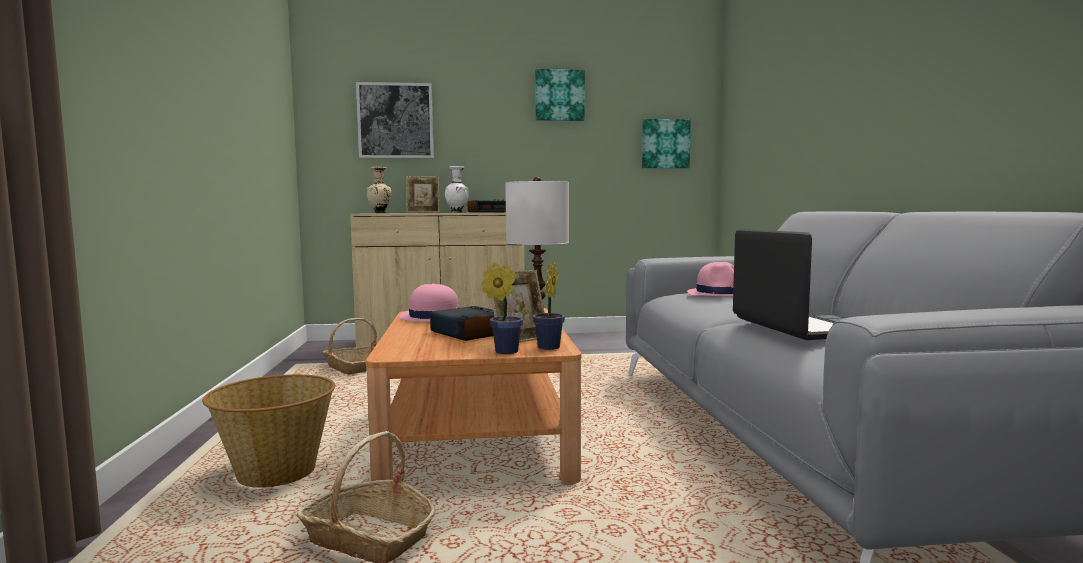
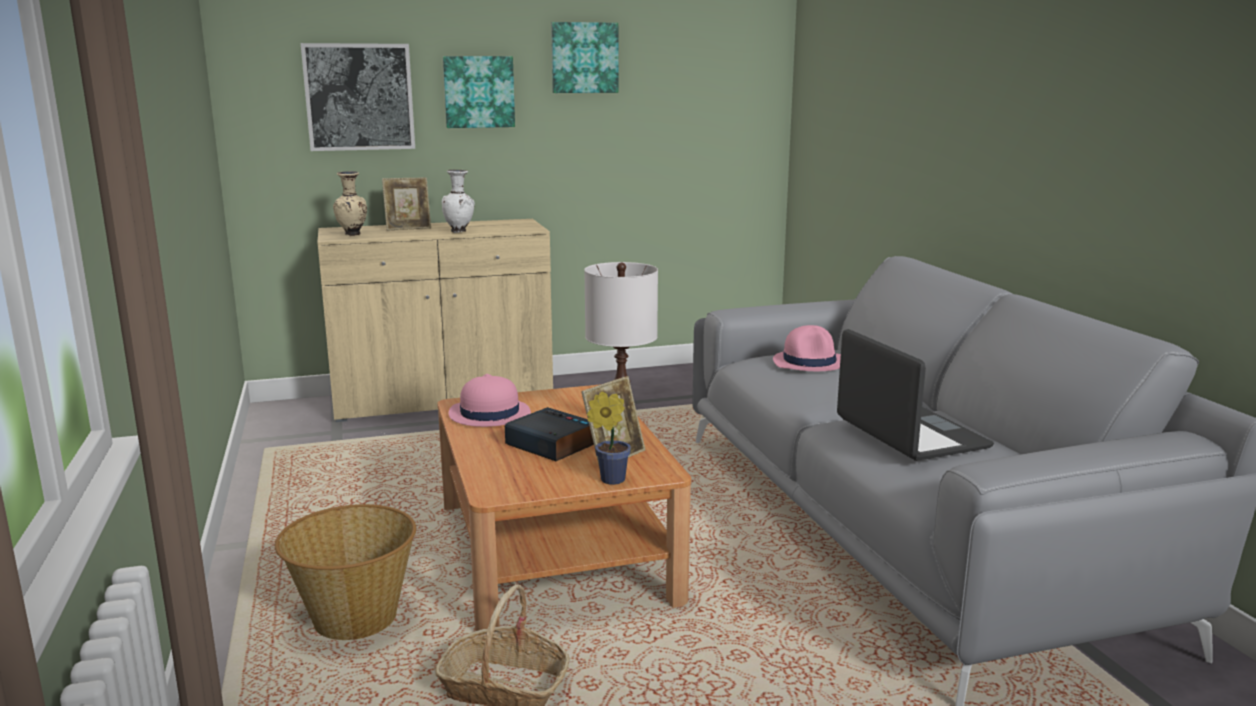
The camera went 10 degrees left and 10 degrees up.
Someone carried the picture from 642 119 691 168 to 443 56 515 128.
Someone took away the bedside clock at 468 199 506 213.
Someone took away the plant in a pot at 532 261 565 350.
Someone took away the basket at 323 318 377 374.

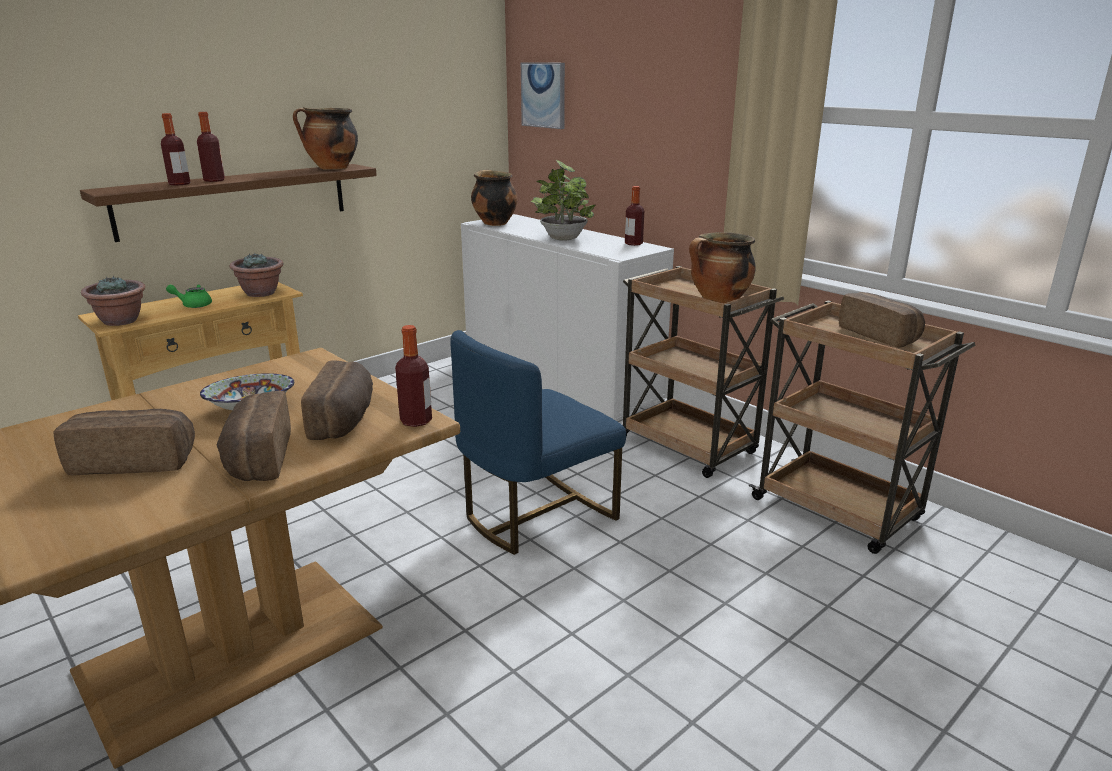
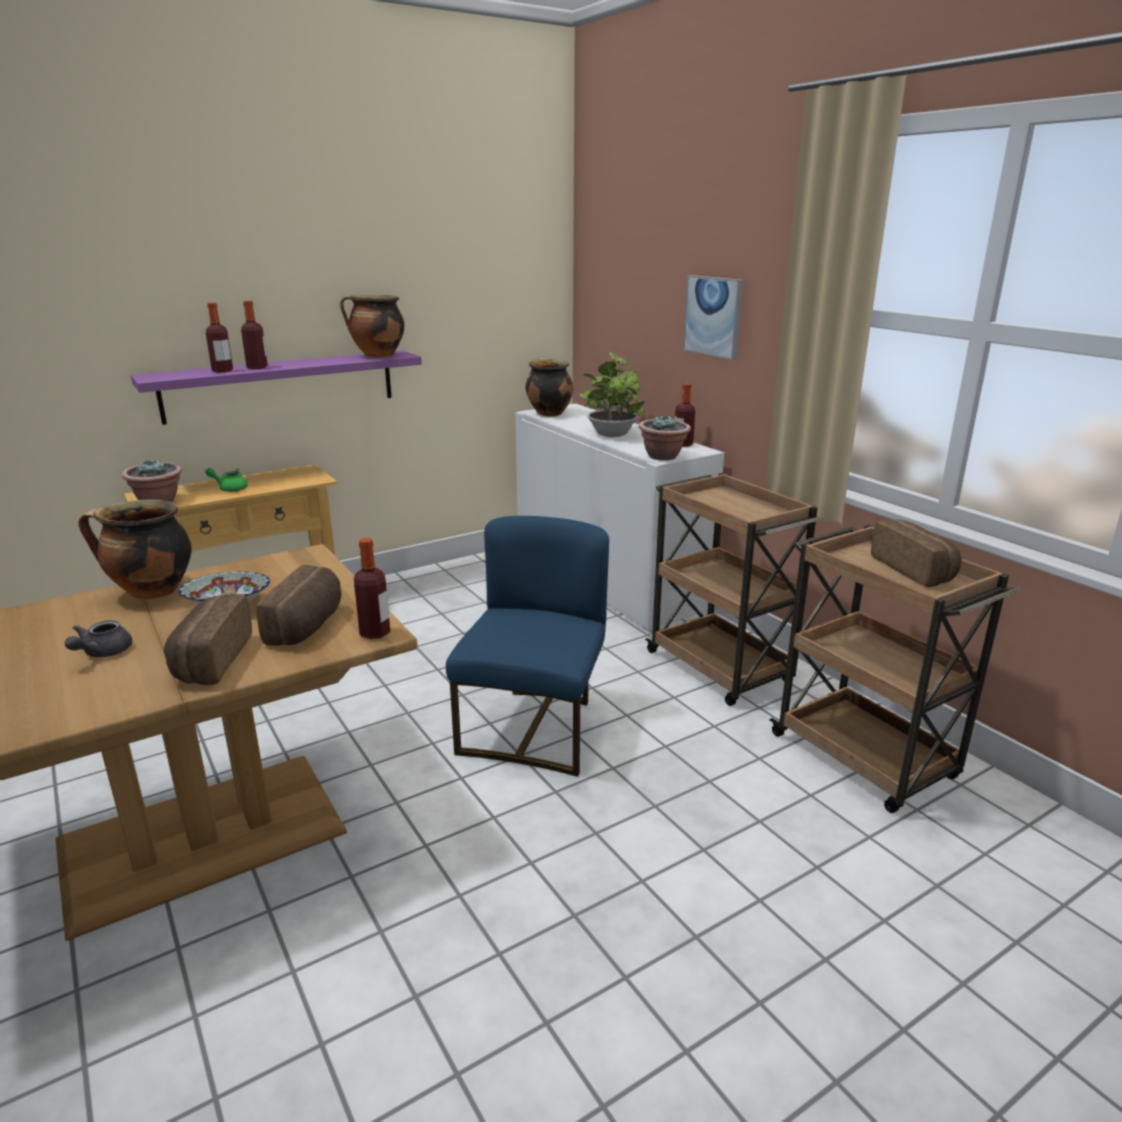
The camera went 10 degrees right and 0 degrees up.
Someone carried the picture from 521 62 565 129 to 683 275 743 360.
Someone repainted the brownish wall shelf at 80 164 377 242, which became the purple-coloured wall shelf at 131 351 422 425.
Someone carried the cooking pot from 689 232 756 303 to 79 499 192 599.
Someone carried the plant in a pot from 230 253 284 297 to 639 415 691 460.
Someone rotated the blue plain chair at 450 330 626 555 by 135 degrees clockwise.
Someone swapped the bakery bread at 53 409 195 476 for the grey tea pot at 65 620 132 657.

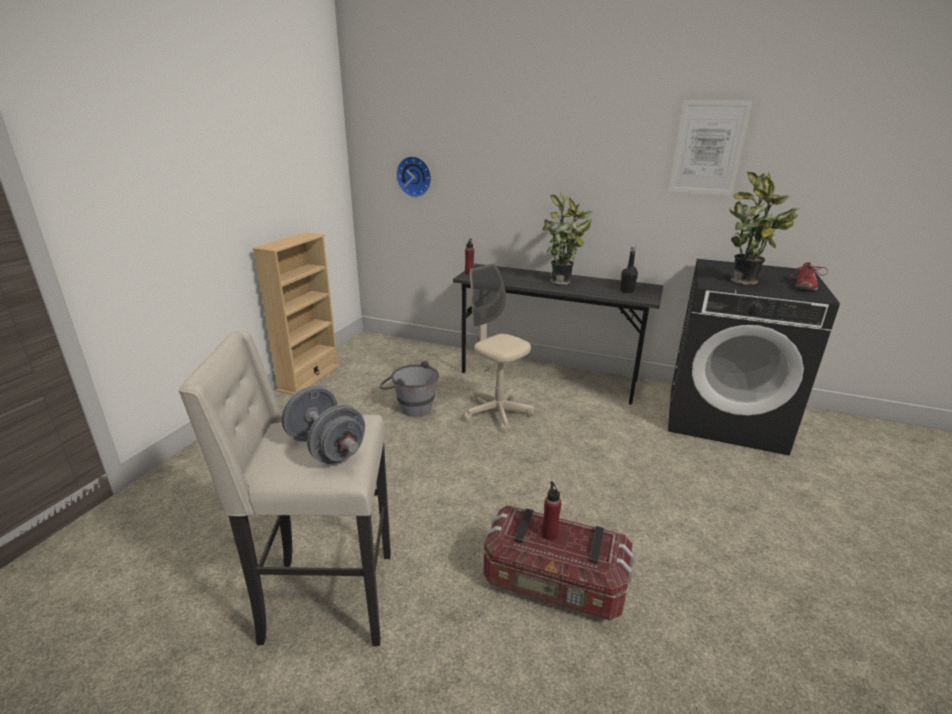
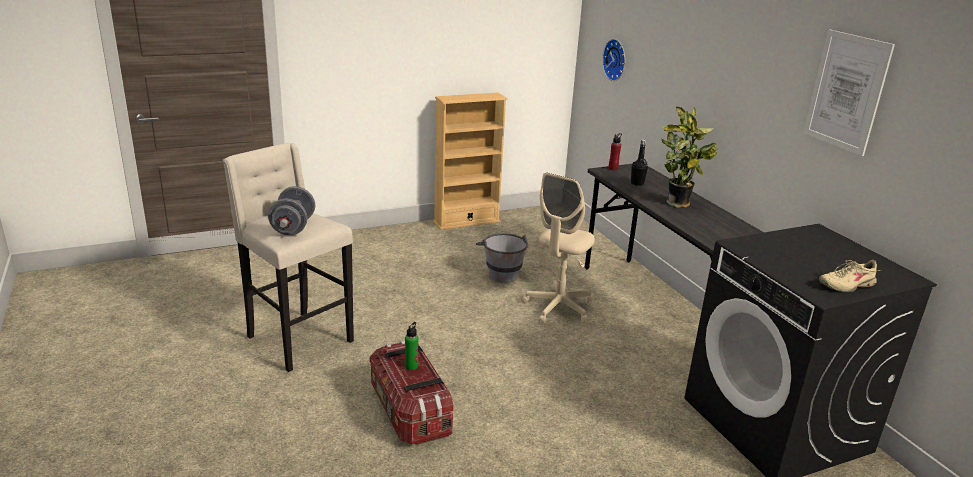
The camera went 45 degrees right and 0 degrees up.
Someone took away the plant in a pot at 729 172 799 285.
Someone carried the blackish bottle from 621 246 638 293 to 631 139 648 186.
Someone repainted the reddish low shoe at 789 262 828 290, which became the beige low shoe at 819 260 880 292.
Someone rotated the beige computer chair at 464 264 534 433 by 150 degrees counterclockwise.
Someone repainted the reddish bottle at 542 482 561 540, which became the greenish bottle at 405 322 418 370.

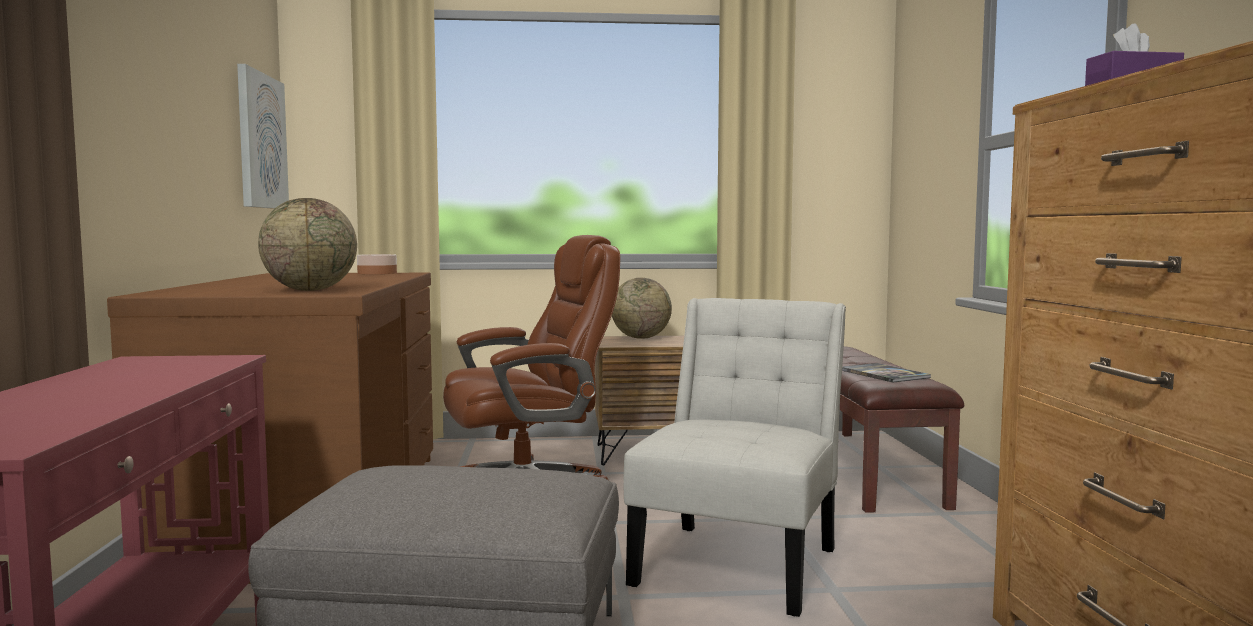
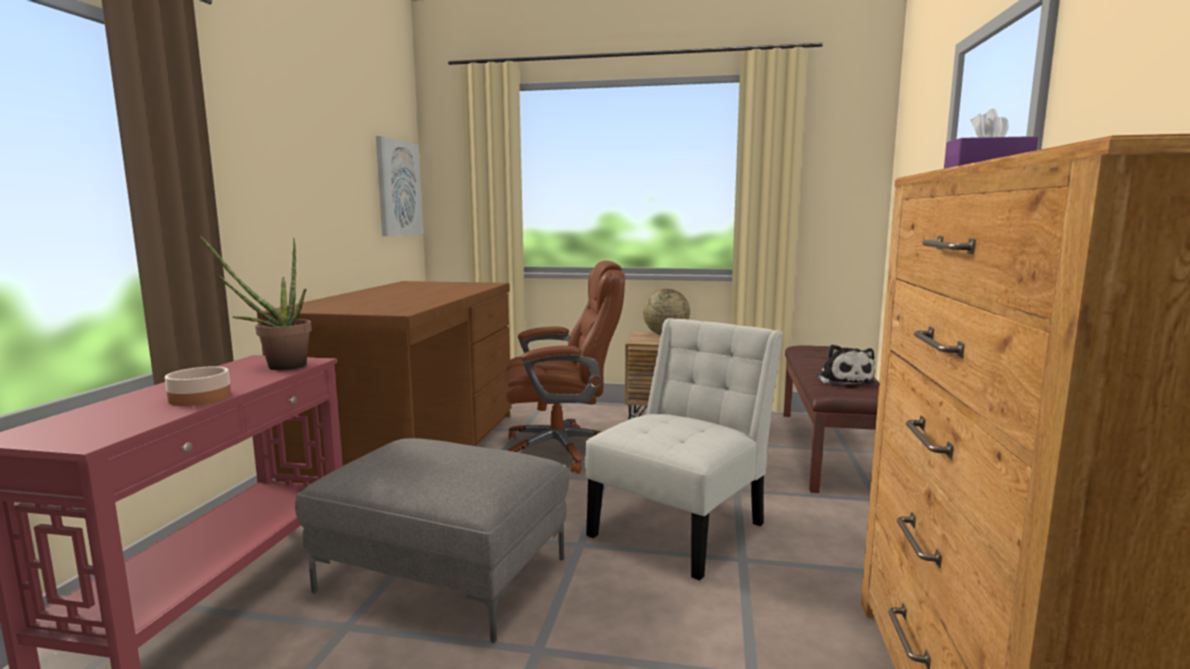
The camera went 15 degrees right and 5 degrees up.
Someone took away the world globe at 258 198 357 291.
Someone carried the bowl from 357 254 397 274 to 164 366 231 406.
Someone swapped the volume at 842 363 931 383 for the cuddly toy at 817 344 875 386.
Someone put down the plant in a pot at 200 236 312 370.

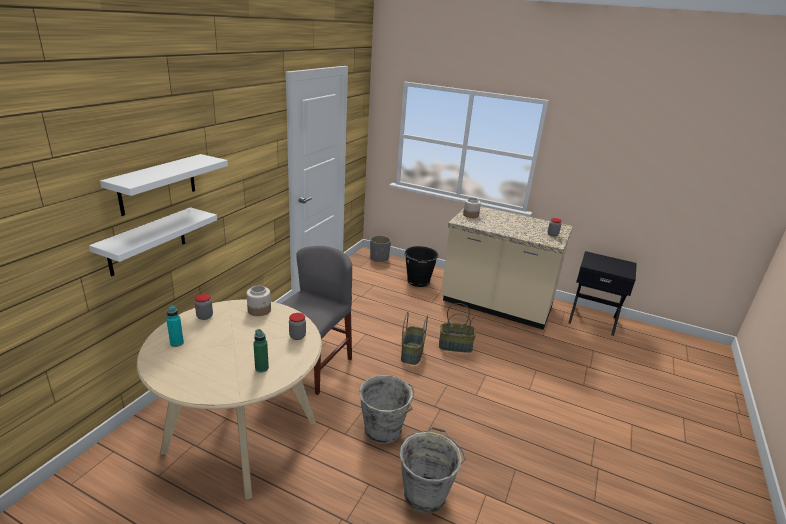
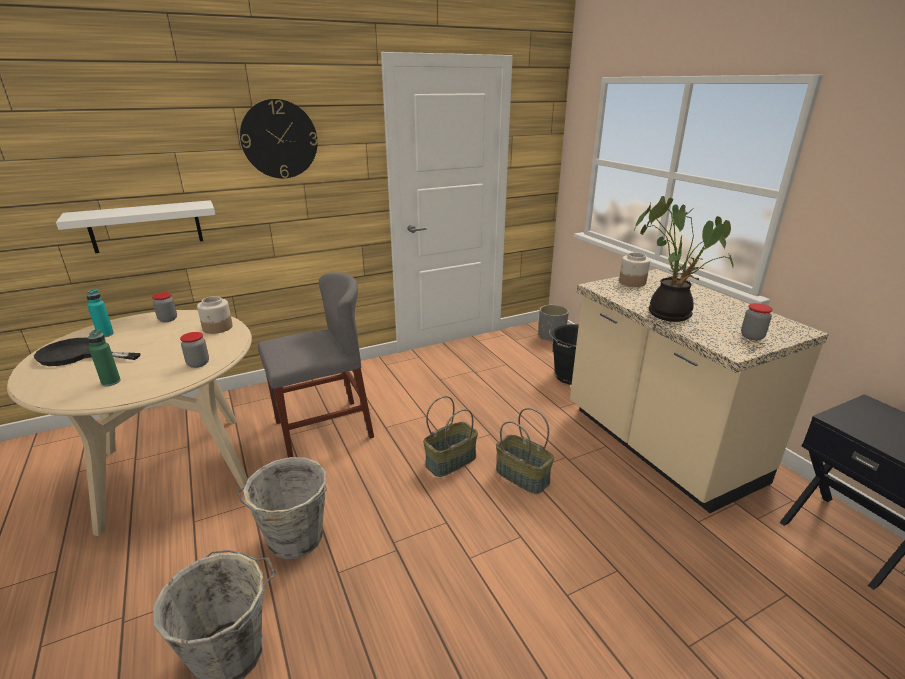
The camera went 40 degrees right and 0 degrees up.
Someone took away the white-coloured wall shelf at 100 154 228 216.
Someone put up the clock on the wall at 240 99 318 178.
Someone put down the plant in a pot at 634 196 733 322.
Someone put down the blackish skillet at 34 338 141 366.

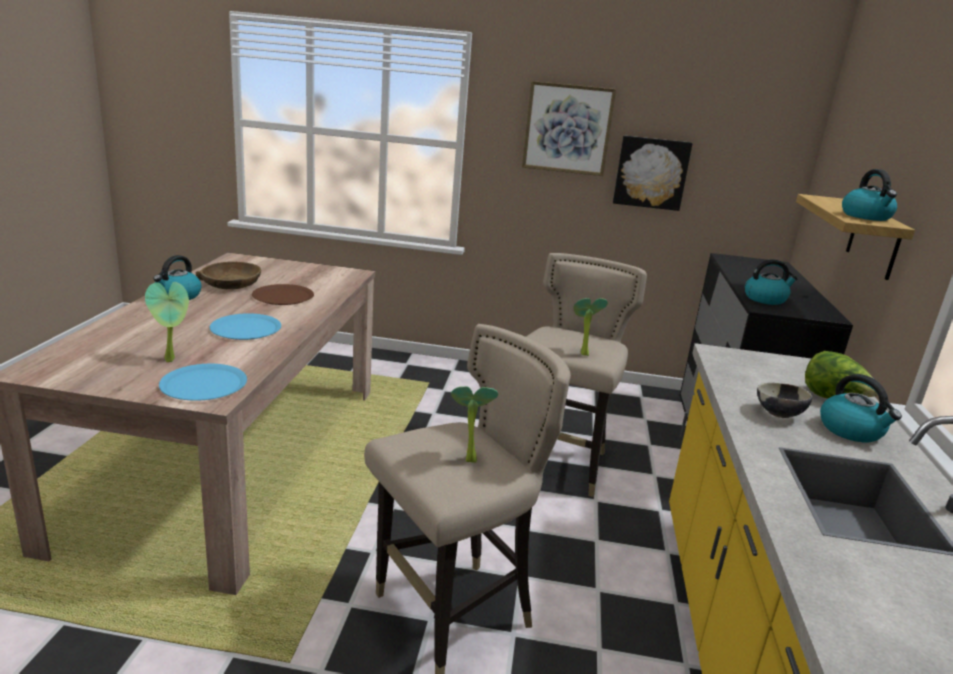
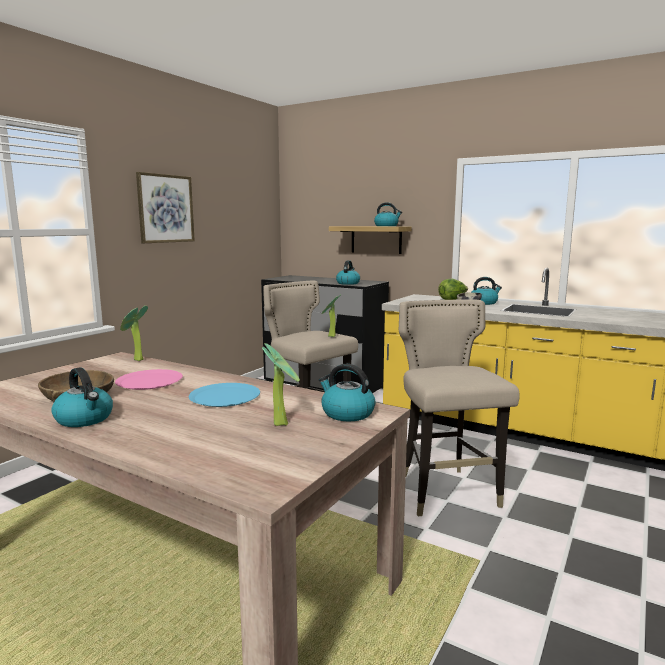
The camera went 65 degrees left and 10 degrees down.
Someone took away the picture at 613 136 693 211.
Someone repainted the brownish plate at 252 284 314 305, which became the pink-coloured plate at 115 369 183 390.
Someone swapped the blue plate at 159 364 247 401 for the kettle at 319 364 375 421.
Someone carried the plant in a pot from 451 386 498 463 to 120 306 148 361.

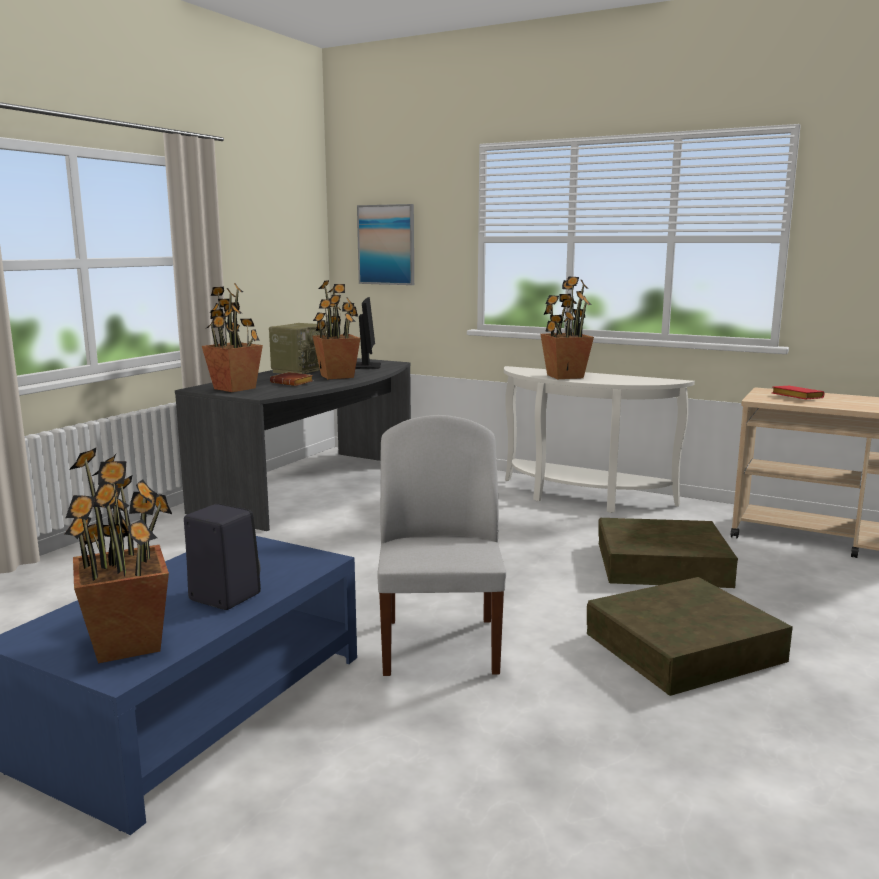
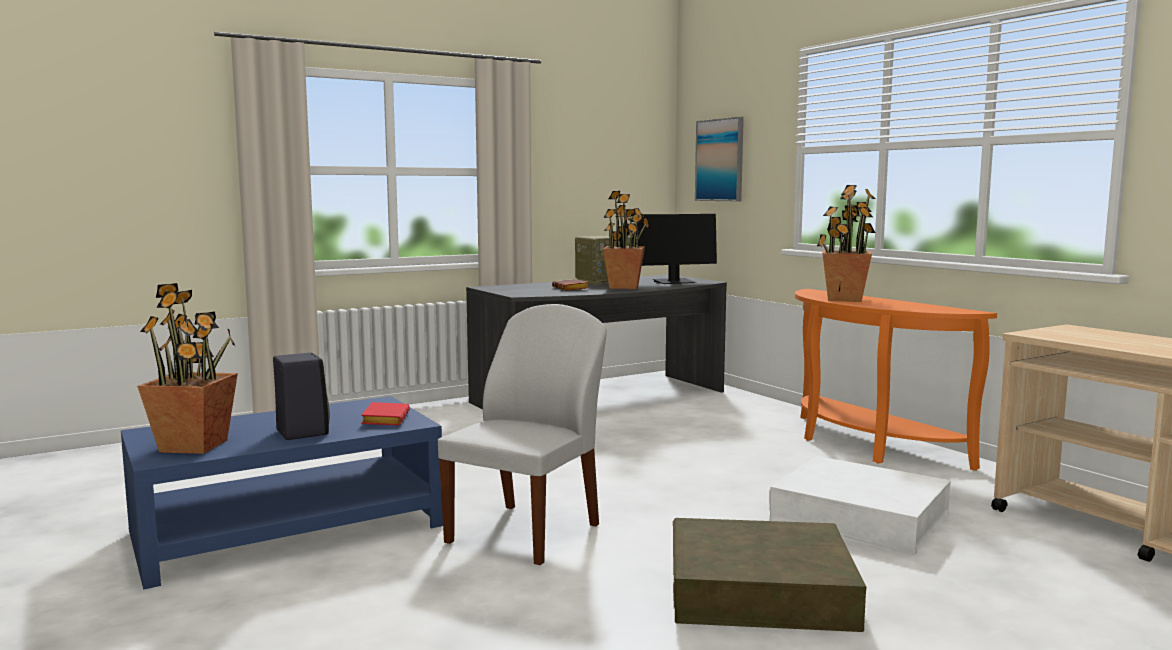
The camera went 30 degrees right and 5 degrees down.
Someone took away the plant in a pot at 202 283 263 392.
Someone rotated the computer display at 355 297 381 369 by 45 degrees clockwise.
Someone repainted the white-coloured console table at 504 366 695 513, which became the orange console table at 795 289 997 471.
Someone carried the reddish volume from 772 386 824 399 to 361 402 410 425.
Someone repainted the brownish storage container at 598 518 738 588, which became the white-coloured storage container at 769 456 951 555.

